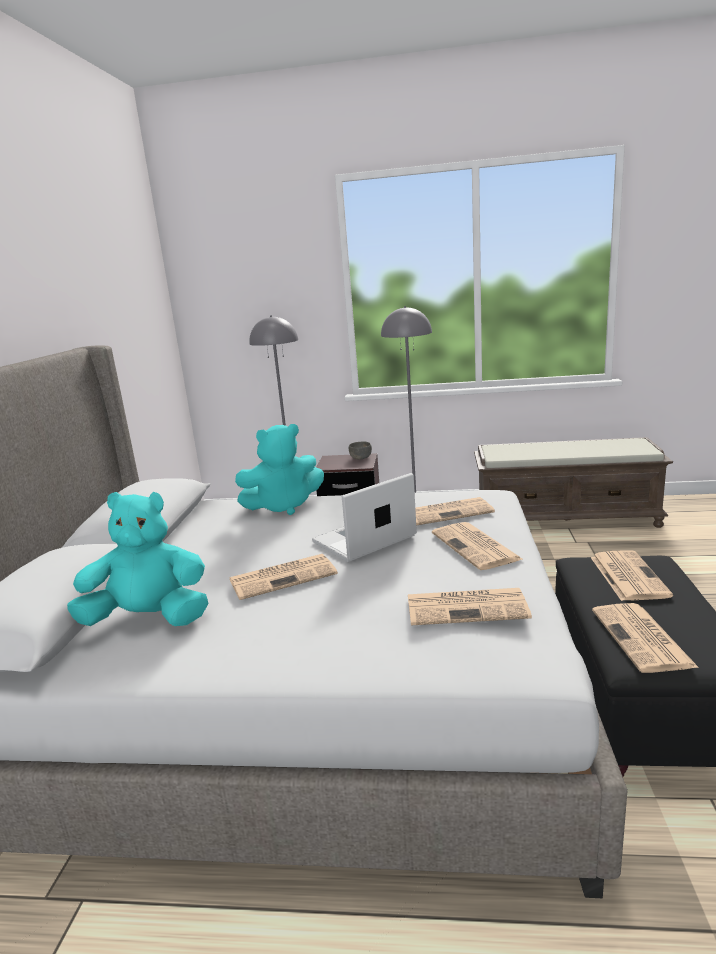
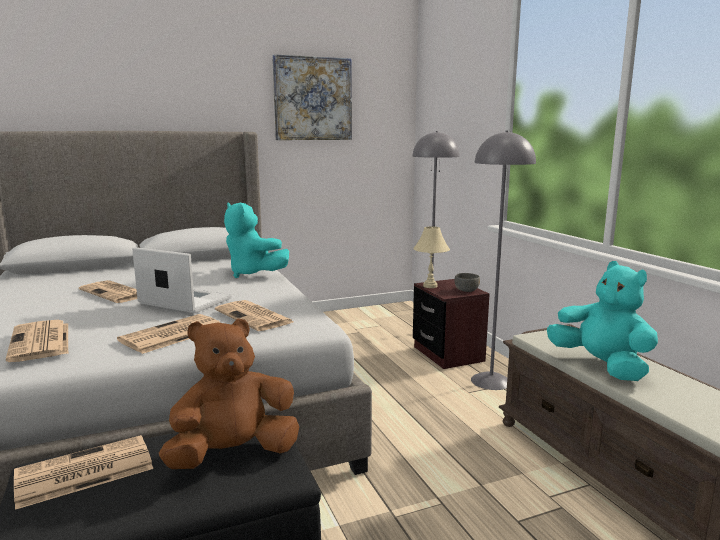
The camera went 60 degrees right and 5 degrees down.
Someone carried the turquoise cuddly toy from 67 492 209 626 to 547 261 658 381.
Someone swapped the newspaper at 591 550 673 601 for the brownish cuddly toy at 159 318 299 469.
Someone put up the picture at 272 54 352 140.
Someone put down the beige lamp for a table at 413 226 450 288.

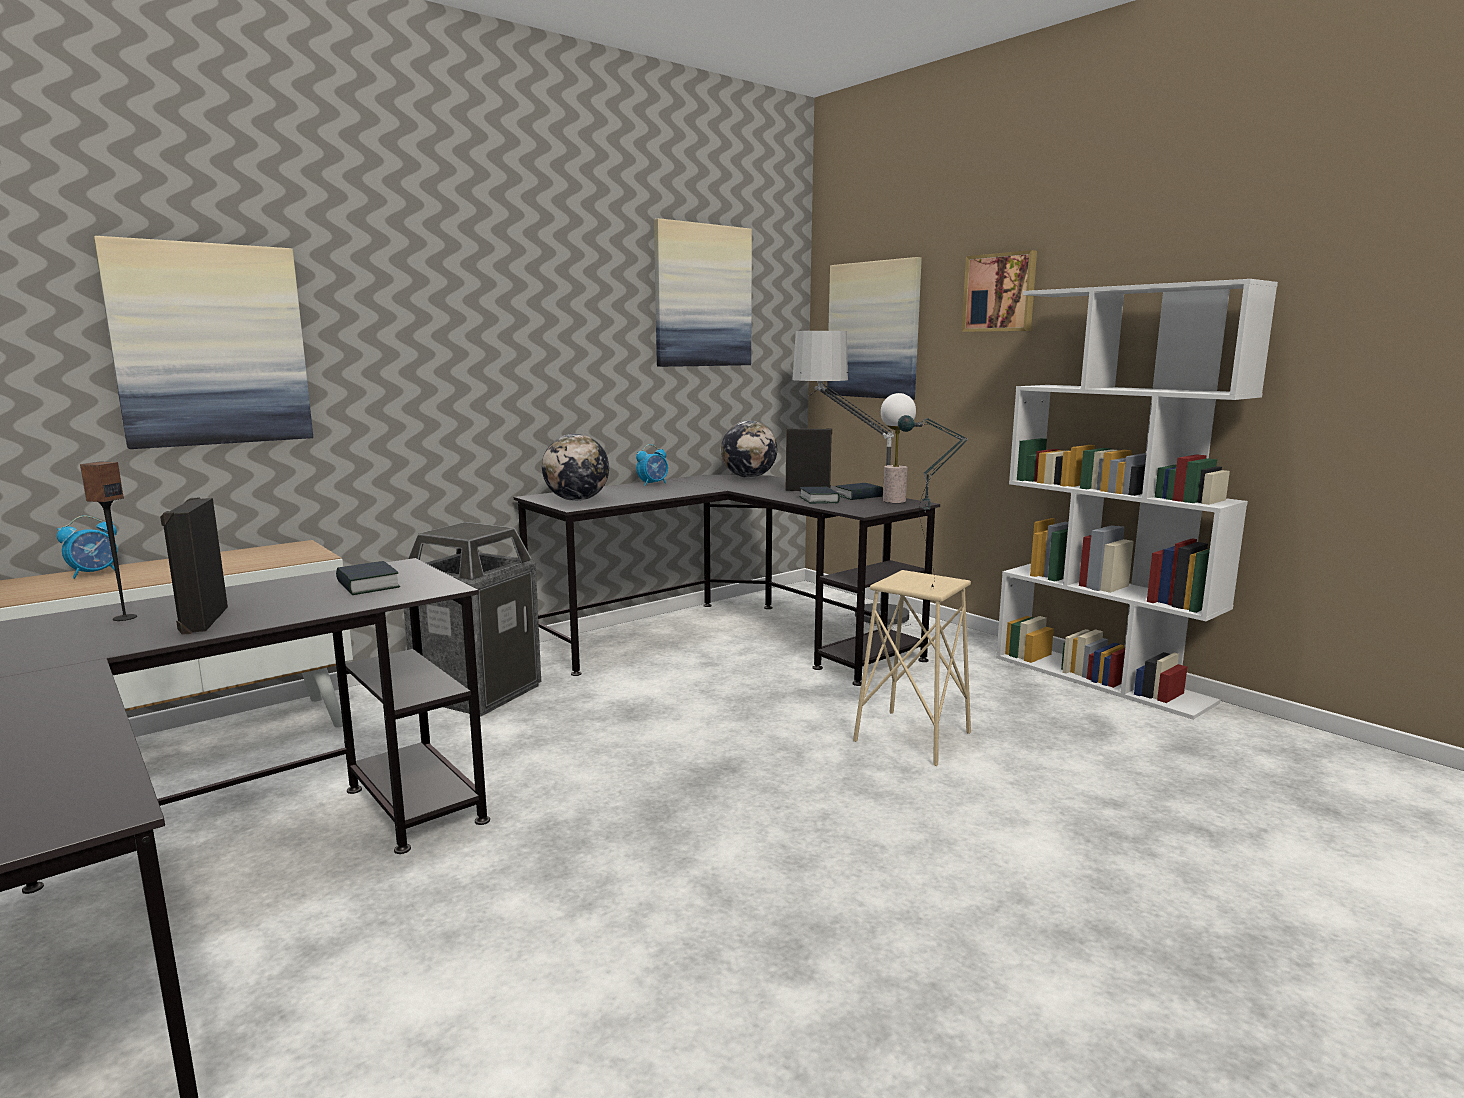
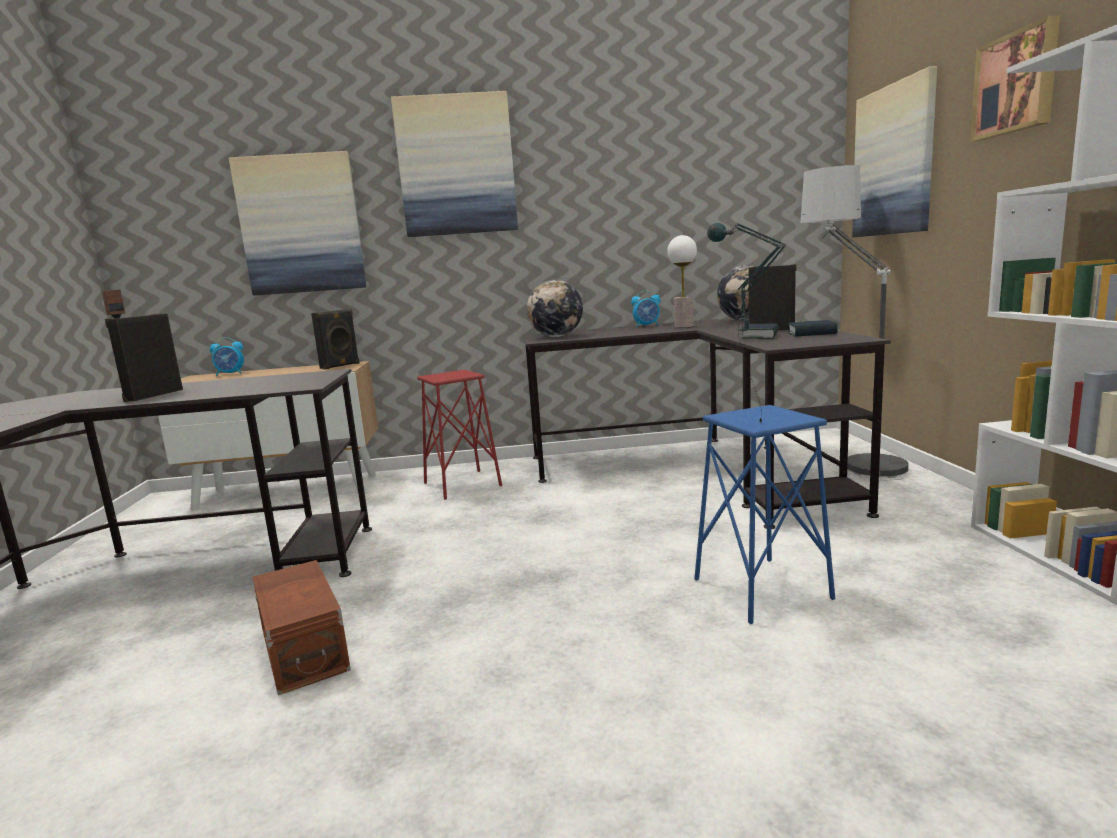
The camera went 35 degrees right and 0 degrees up.
Someone carried the picture from 654 218 752 367 to 391 91 518 237.
Someone carried the lamp for a table from 881 393 916 503 to 667 235 697 328.
Someone swapped the rubbish bin at 404 522 541 716 for the reddish stool at 417 370 502 500.
Someone took away the volume at 336 561 400 595.
Someone repainted the beige stool at 853 570 971 766, which became the blue stool at 694 405 835 624.
Someone put down the blackish loudspeaker at 311 309 359 370.
Someone put down the brownish storage container at 252 560 351 695.

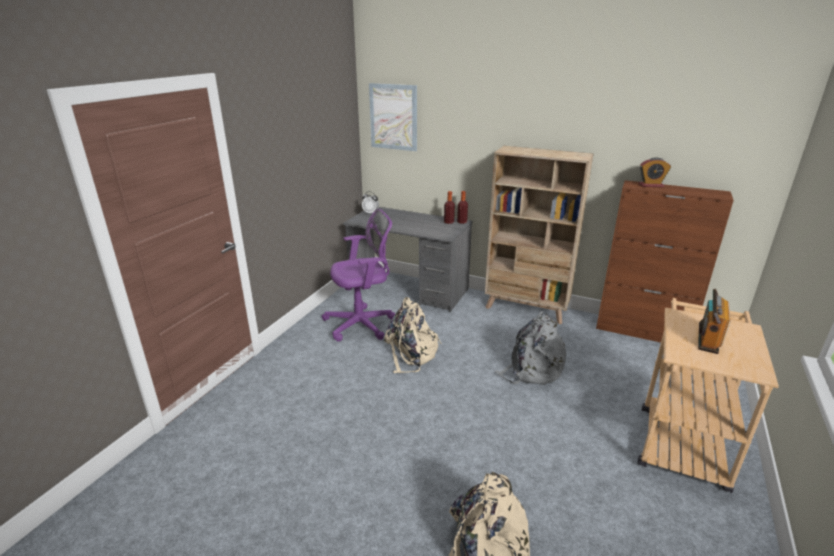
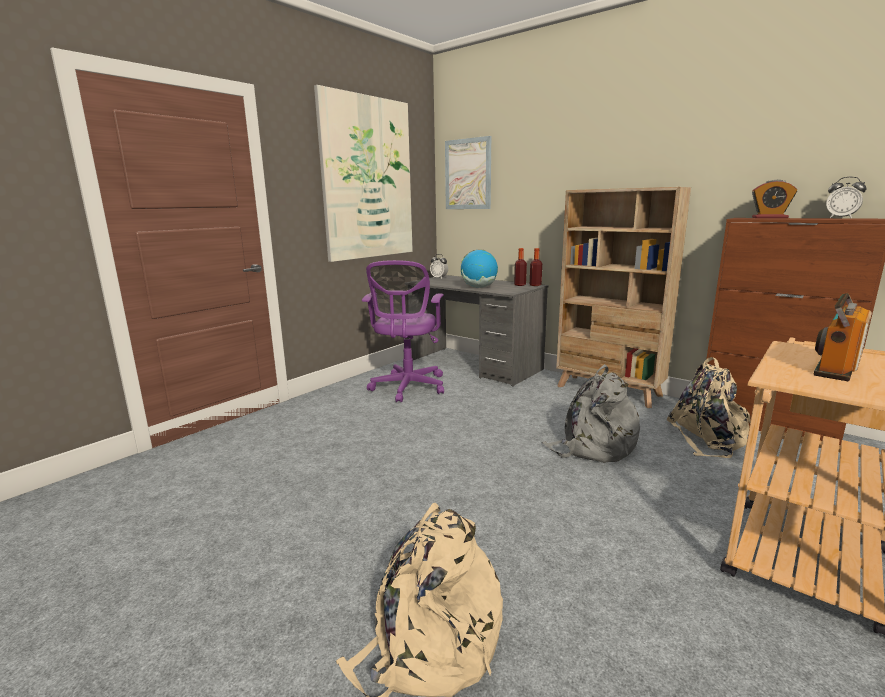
The camera went 15 degrees right and 10 degrees down.
Someone rotated the purple-coloured computer chair at 322 209 395 341 by 105 degrees clockwise.
Someone carried the beige knapsack from 384 297 442 373 to 666 357 750 458.
Someone put up the picture at 314 85 413 262.
Someone put down the bedside clock at 826 177 866 218.
Someone put down the world globe at 461 250 498 288.

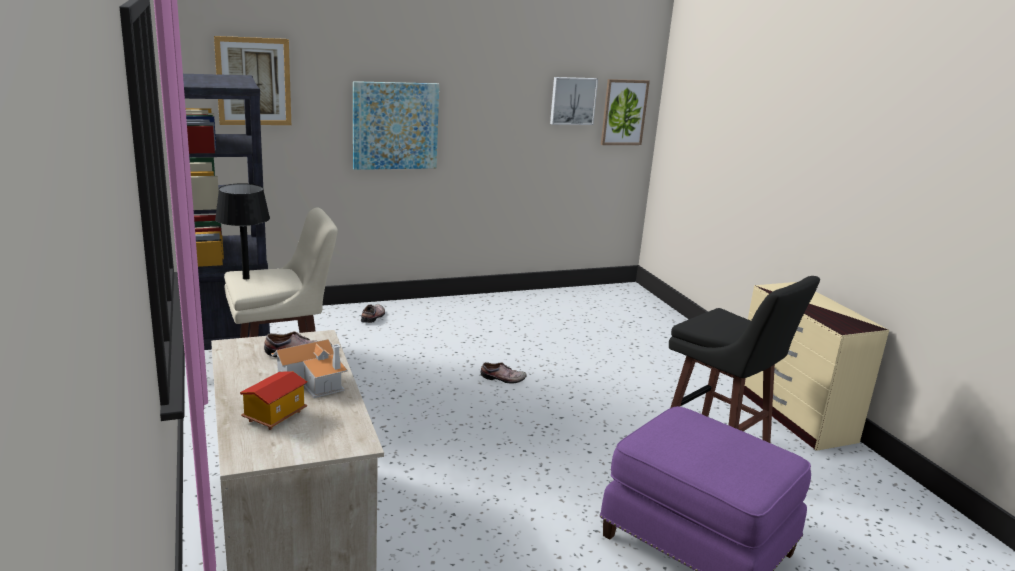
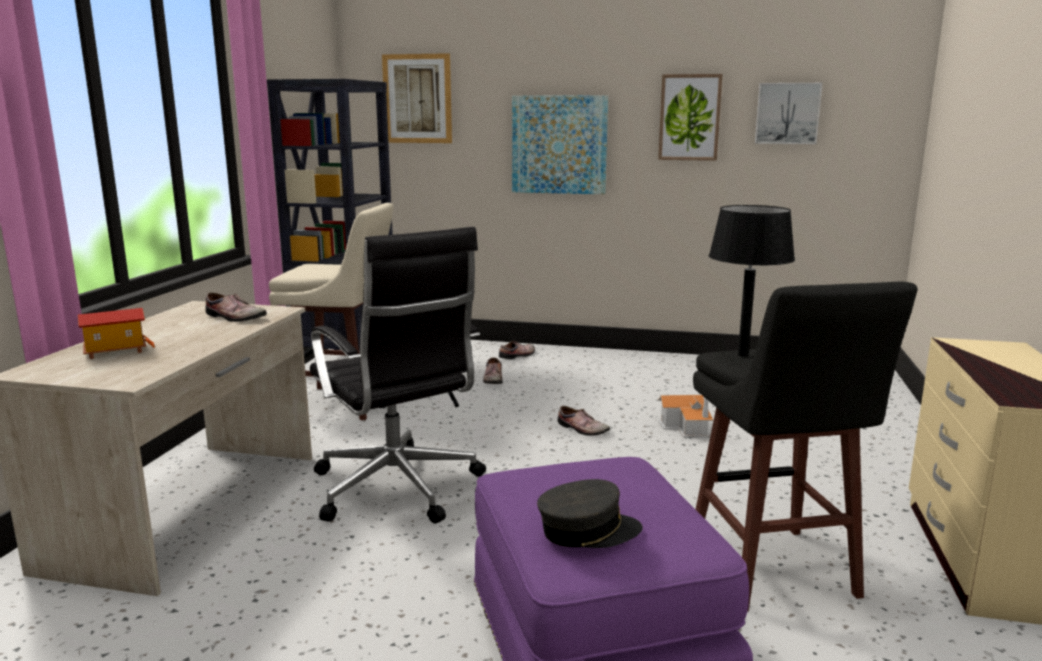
The camera went 35 degrees right and 5 degrees down.
Someone carried the picture from 601 79 650 145 to 658 74 723 161.
Someone carried the blackish lamp for a table from 215 183 270 280 to 709 205 795 357.
Someone carried the toy house from 271 339 348 398 to 657 395 714 438.
Someone put down the blackish computer chair at 310 227 486 523.
Someone put down the low shoe at 483 357 503 384.
Someone put down the grey peaked cap at 537 479 643 548.

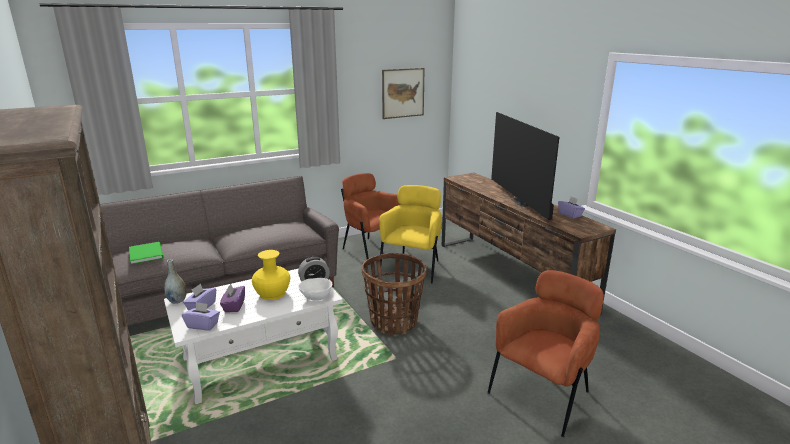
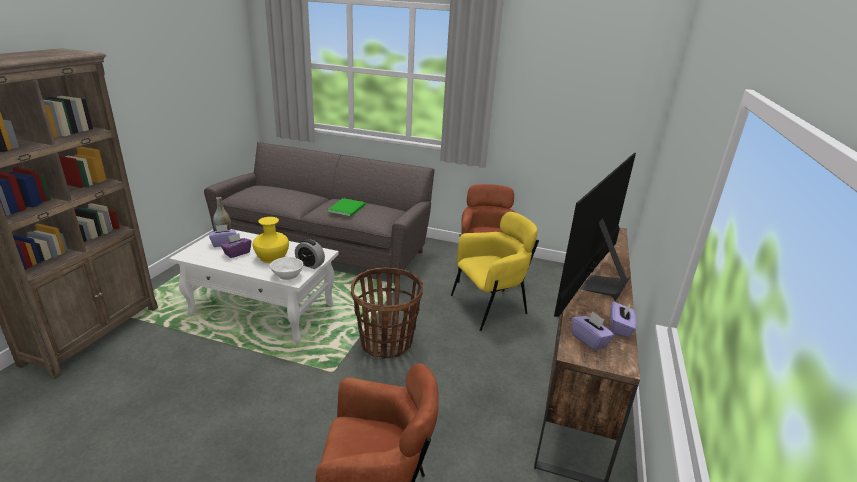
The camera went 45 degrees right and 5 degrees up.
Someone took away the picture at 382 68 425 119.
Someone carried the greenish volume from 129 242 163 264 to 328 198 365 217.
Someone carried the purple-coloured tissue box from 182 302 220 331 to 571 311 614 351.

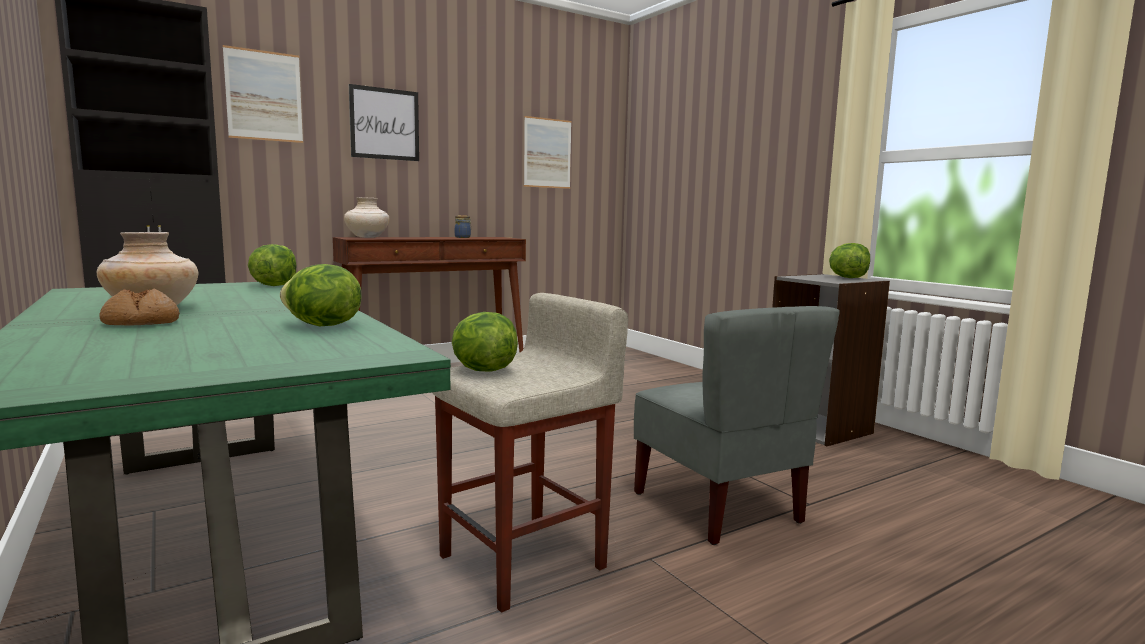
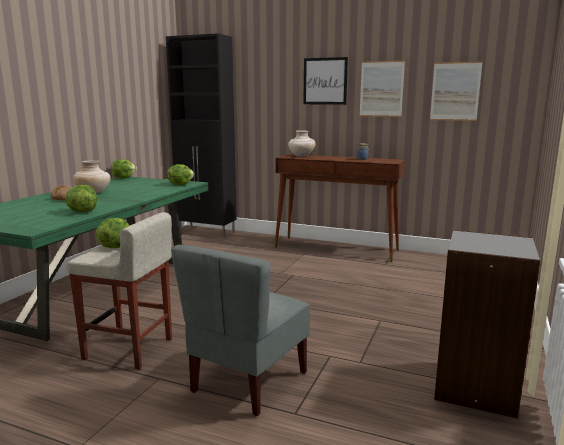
The camera went 55 degrees right and 5 degrees up.
Someone carried the picture from 223 45 303 143 to 360 61 405 117.
Someone carried the lettuce from 829 243 870 278 to 111 159 137 178.

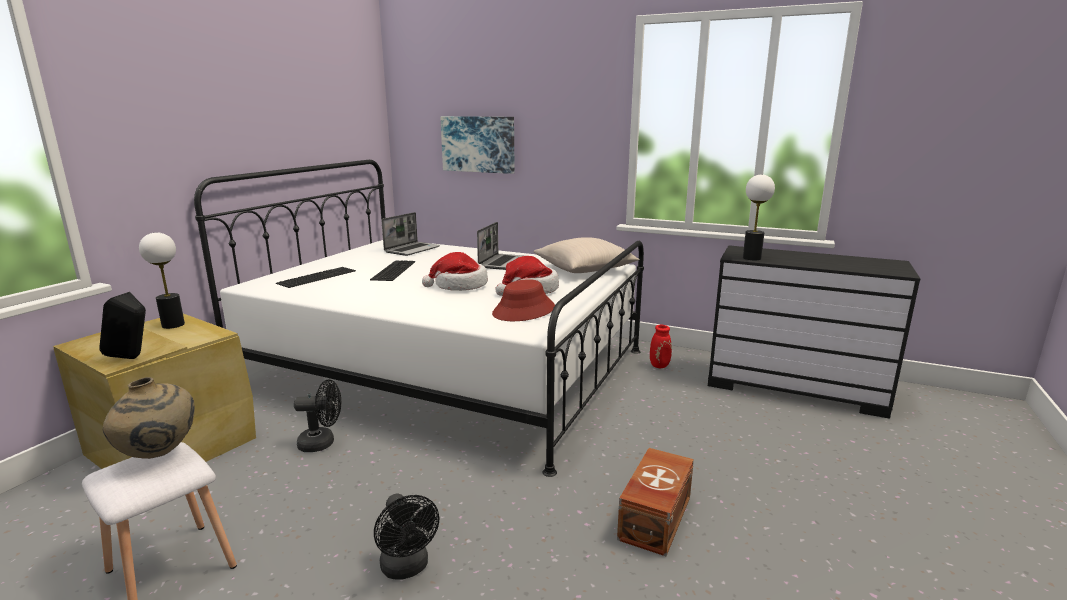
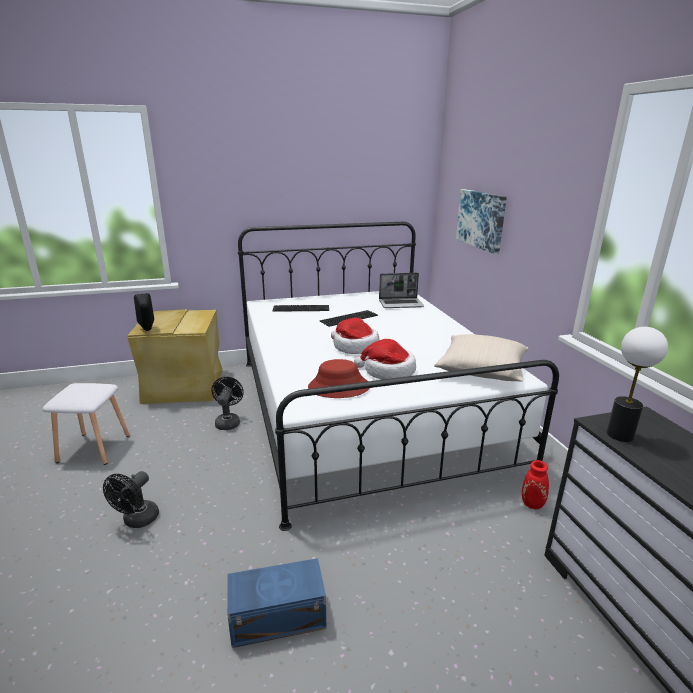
The camera went 50 degrees right and 5 degrees up.
Someone took away the laptop at 477 222 522 270.
Someone took away the lamp for a table at 139 232 185 329.
Someone took away the beige vase at 103 377 195 459.
Someone rotated the blackish cooling fan at 294 379 341 452 by 135 degrees counterclockwise.
Someone repainted the brownish storage container at 617 448 694 556, which became the blue storage container at 227 558 326 648.

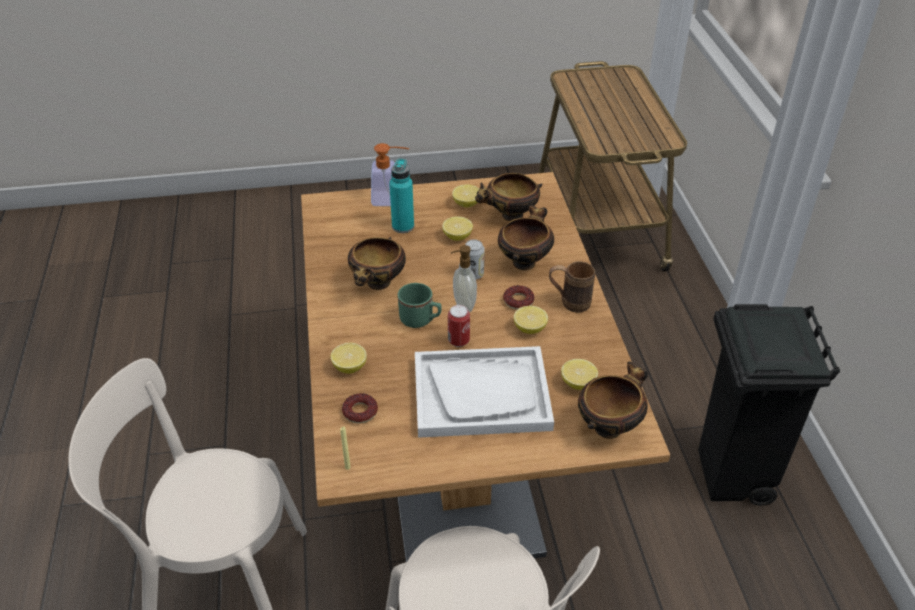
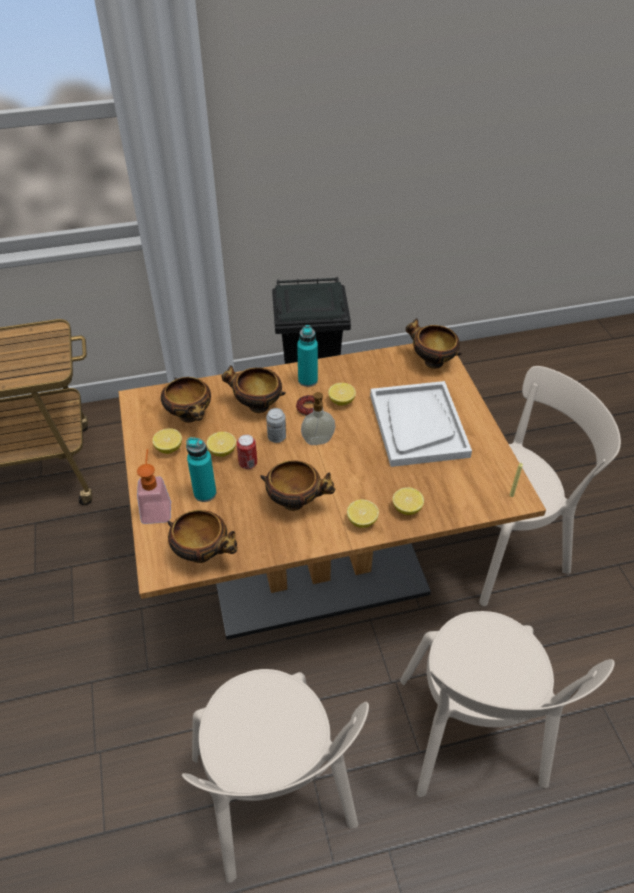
The camera went 95 degrees left and 5 degrees up.
Someone swapped the brownish tea mug at 549 262 595 313 for the turquoise bottle at 297 325 318 387.
Someone took away the greenish tea mug at 398 283 442 328.
Someone carried the can from 448 305 470 347 to 237 434 257 469.
Someone carried the citrus fruit from 561 359 598 390 to 347 499 379 528.
Someone took away the doughnut at 342 393 378 424.
Someone put down the bowl at 167 510 237 563.
Someone put down the beige plain chair at 182 669 369 883.

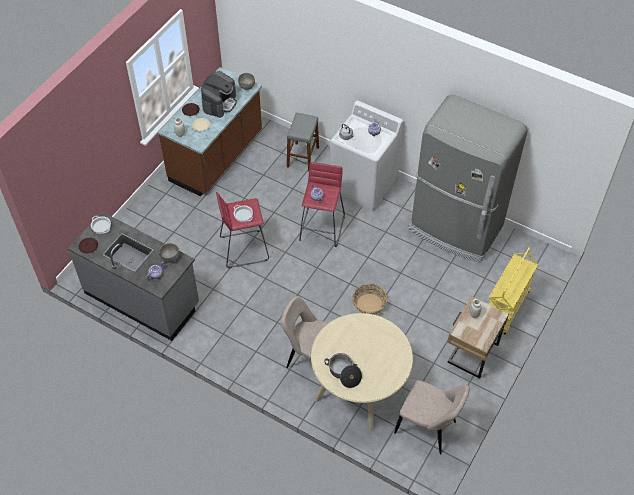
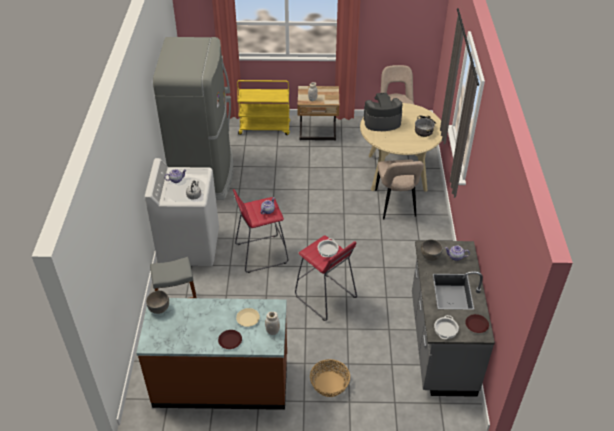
The camera went 120 degrees left and 10 degrees down.
Someone carried the coffee machine from 201 71 237 118 to 364 93 403 131.
Someone carried the basket from 353 283 388 315 to 310 359 350 397.

